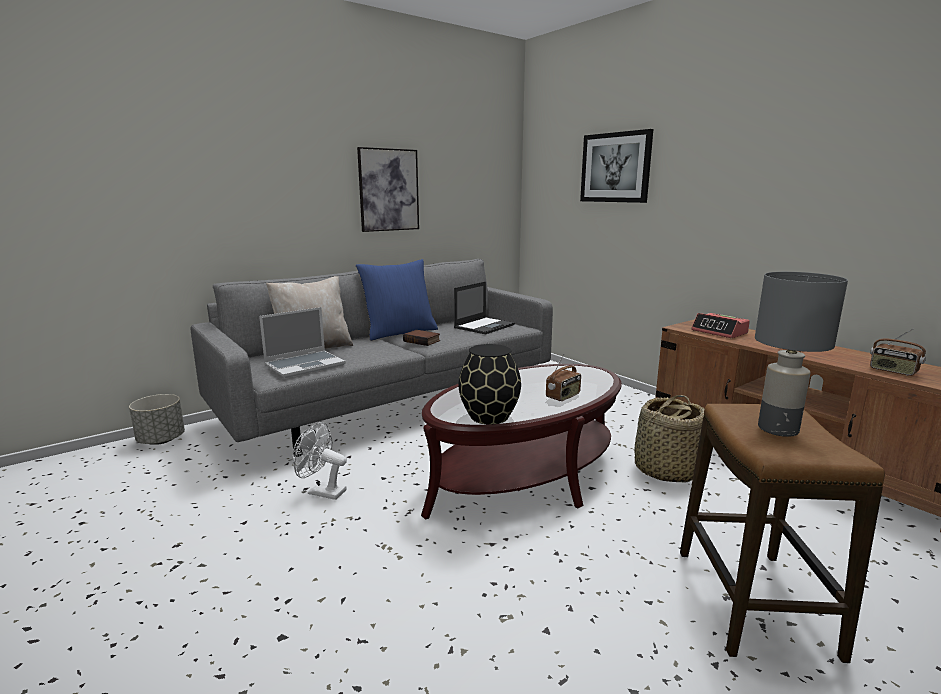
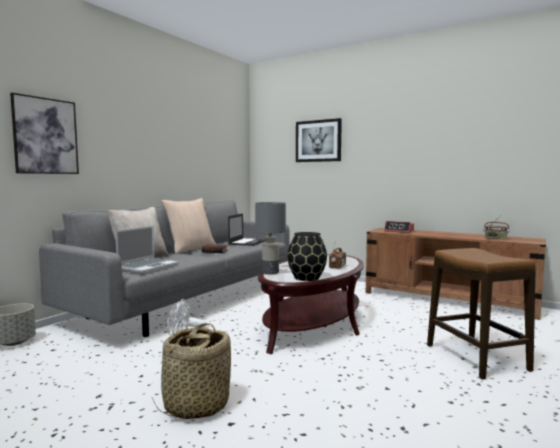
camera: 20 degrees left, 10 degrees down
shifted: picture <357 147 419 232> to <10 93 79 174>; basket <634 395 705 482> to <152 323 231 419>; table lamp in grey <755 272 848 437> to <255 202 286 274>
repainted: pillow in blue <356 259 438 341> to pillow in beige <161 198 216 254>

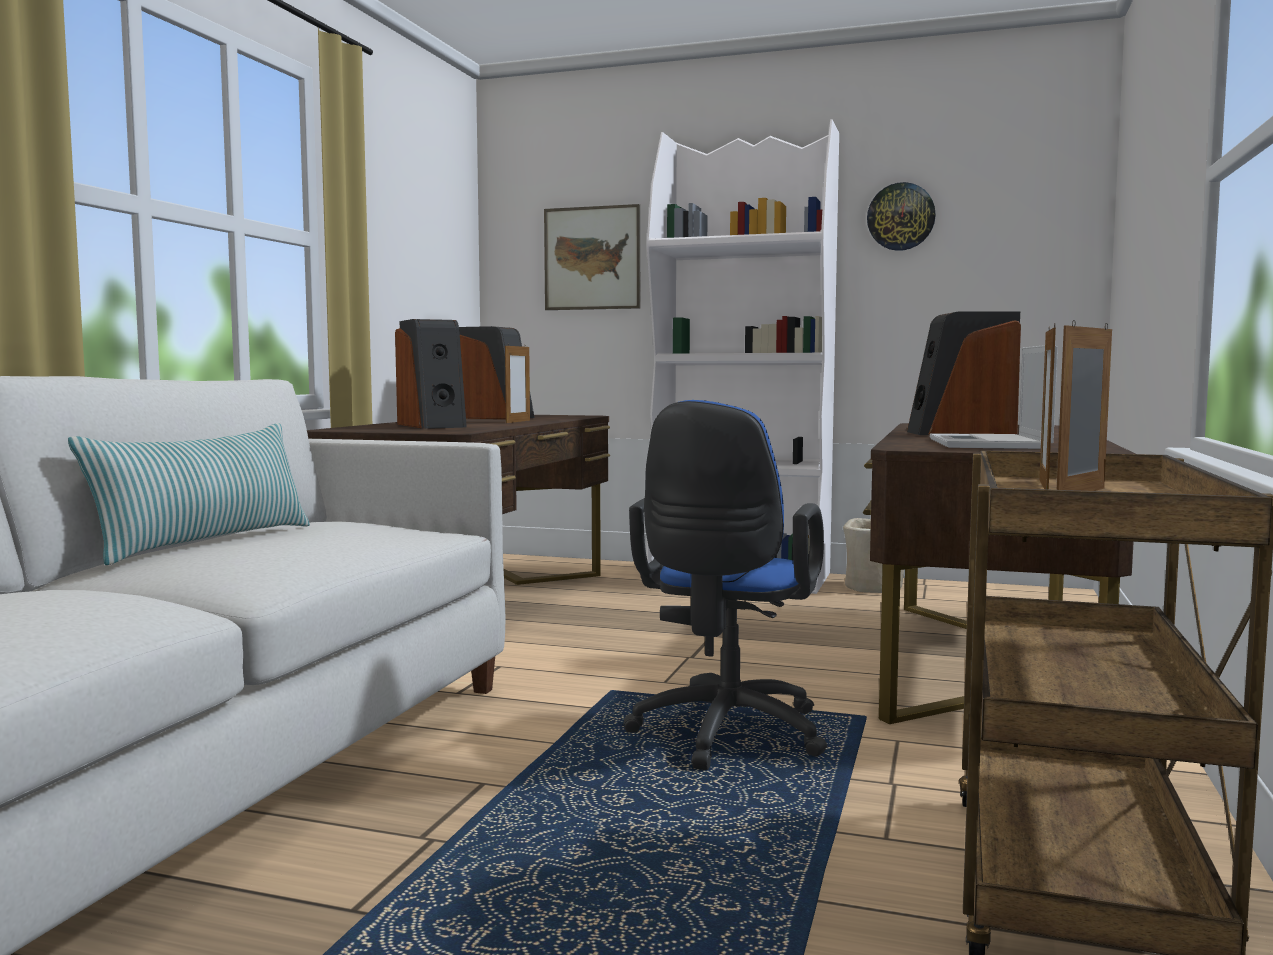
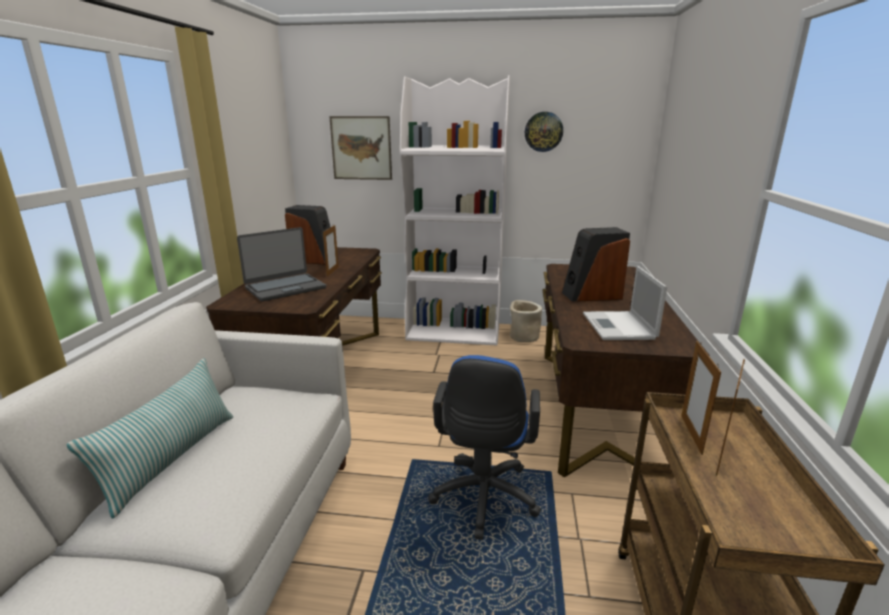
camera: 10 degrees left, 15 degrees up
swapped: speaker <395 319 467 429> to laptop <237 227 326 302>

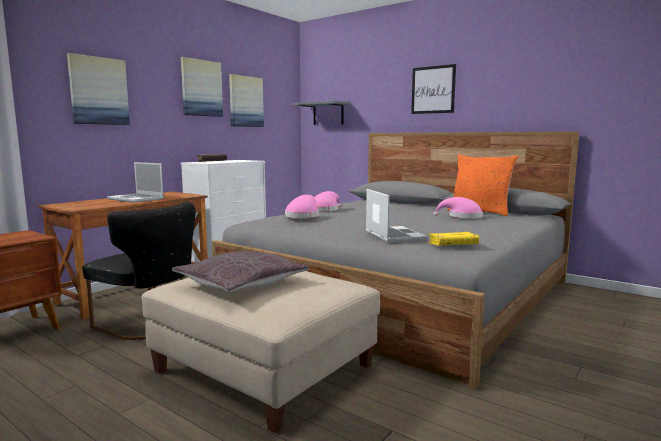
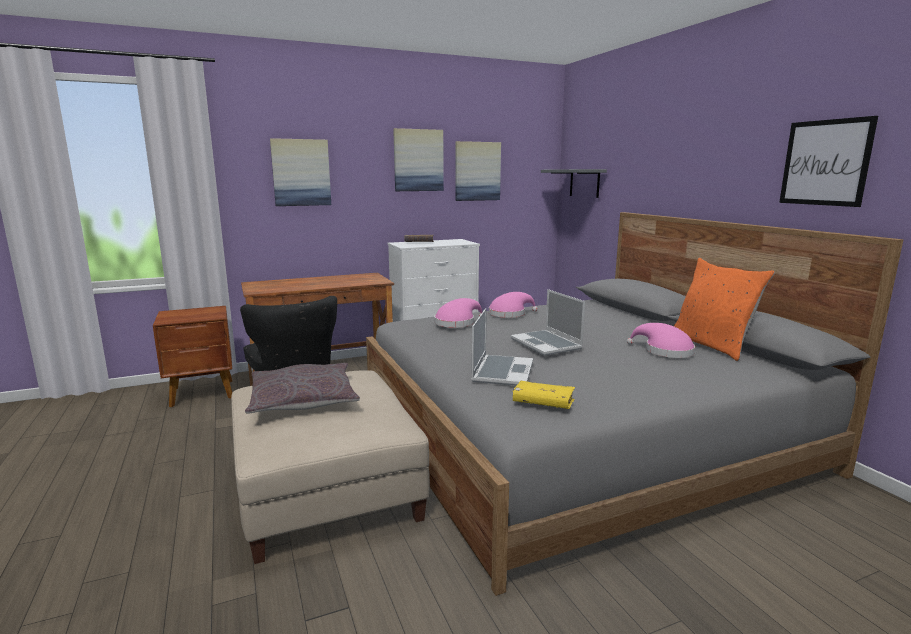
camera: 30 degrees right, 5 degrees up
shifted: laptop <107 162 164 203> to <511 289 585 355>; picture <411 64 456 114> to <779 116 878 207>

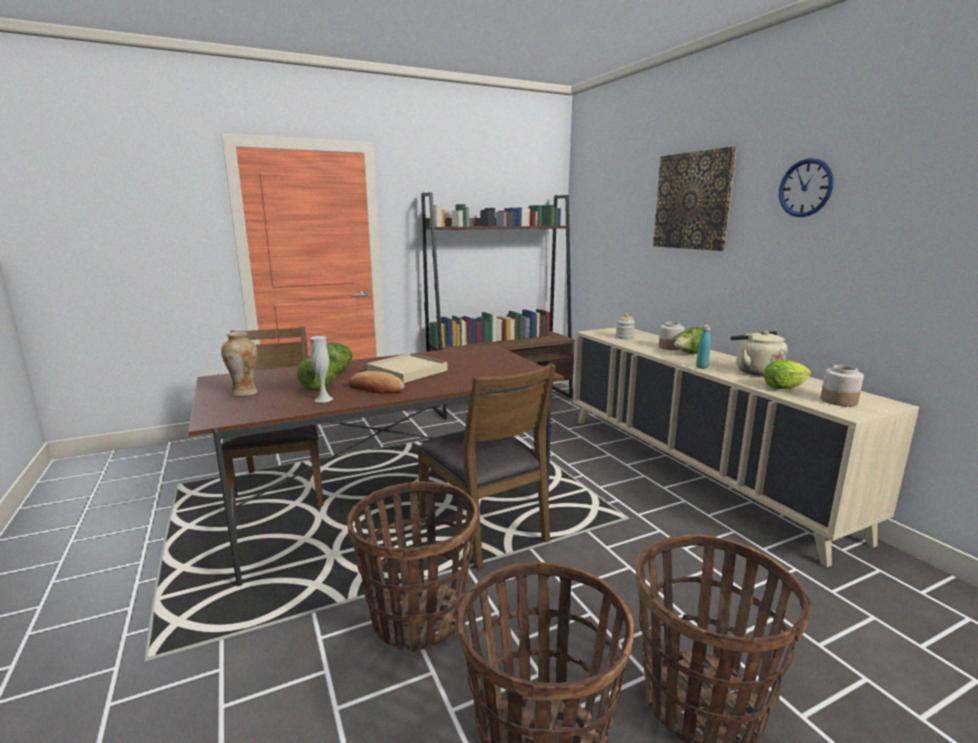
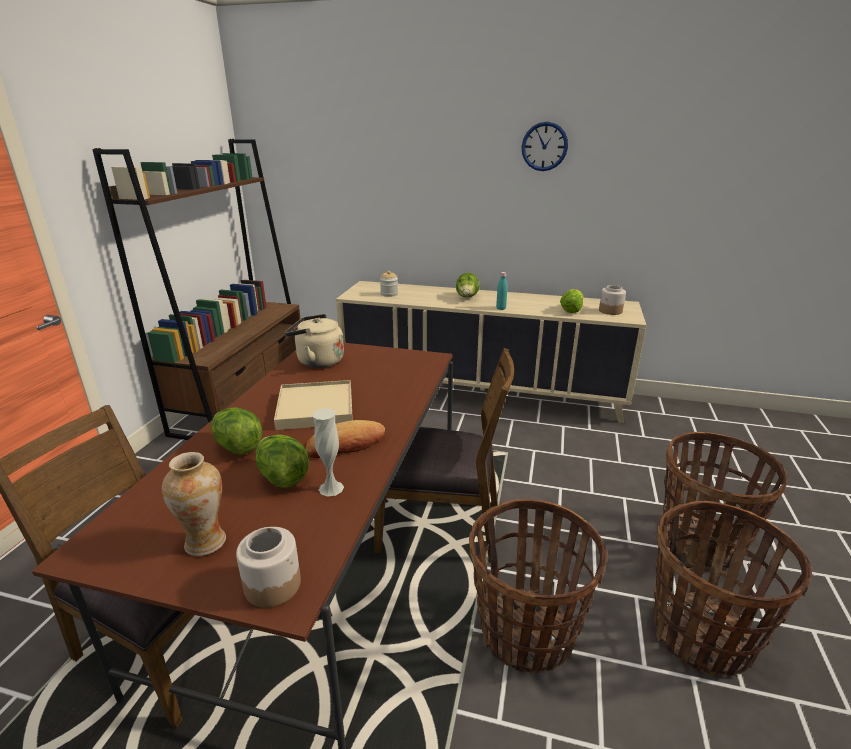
camera: 50 degrees left, 10 degrees up
gone: picture <653 147 737 251>
shifted: jar <659 322 684 350> to <236 527 301 608>; kettle in beige <730 331 788 376> to <285 314 344 368>

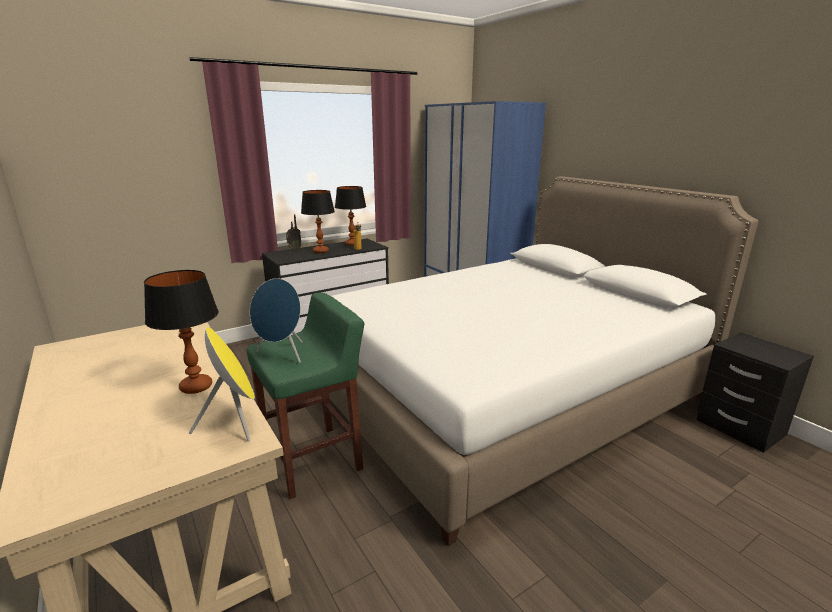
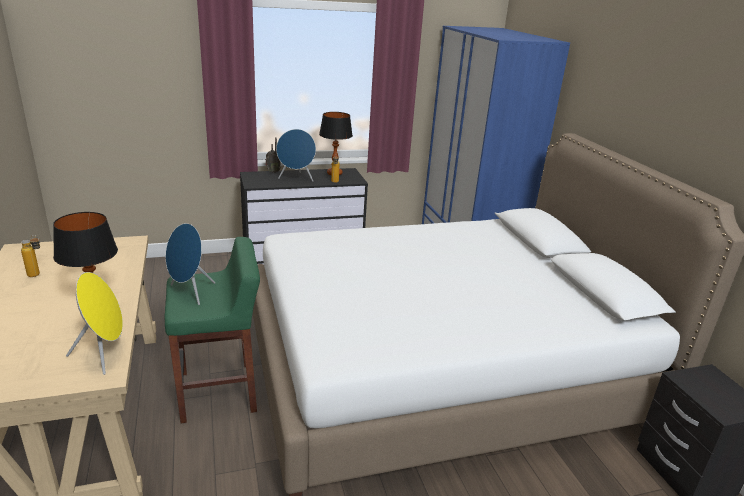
camera: 15 degrees right, 5 degrees up
new: bottle <21 235 40 277>
swapped: table lamp <301 190 335 253> to speaker in blue <276 129 316 182>

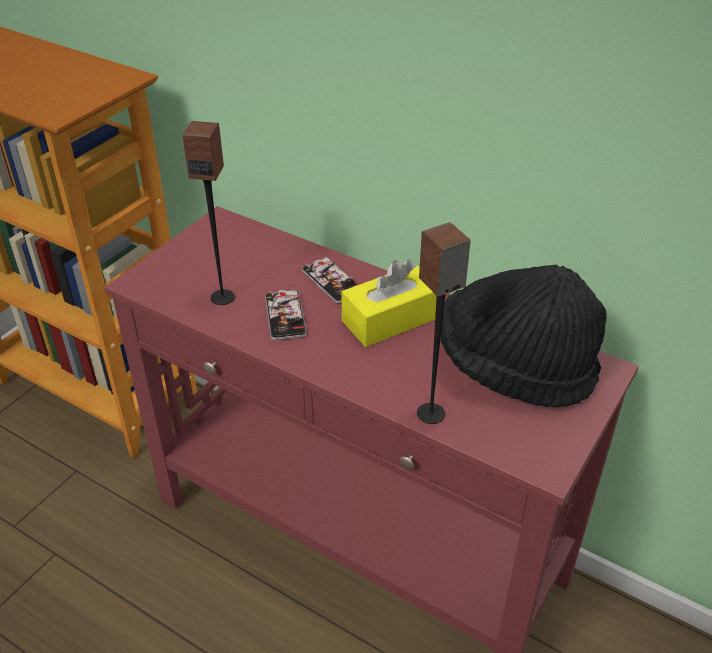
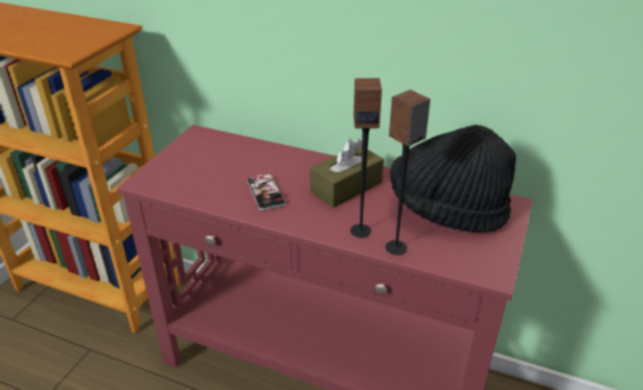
camera: 10 degrees left, 5 degrees down
gone: phone <302 257 359 303>
shifted: speaker <182 121 235 305> to <350 78 382 238>
repainted: tissue box in yellow <341 259 437 347> to tissue box in brown <310 138 384 208>

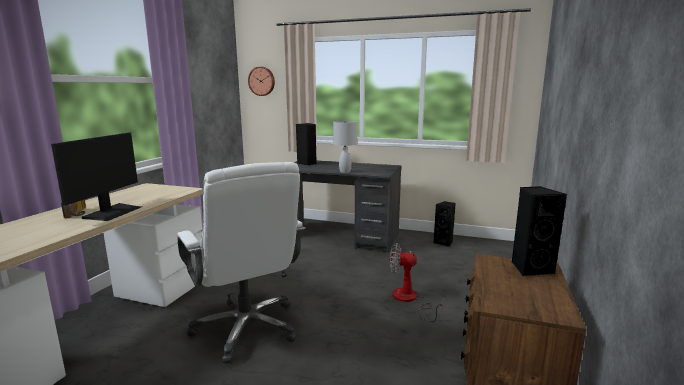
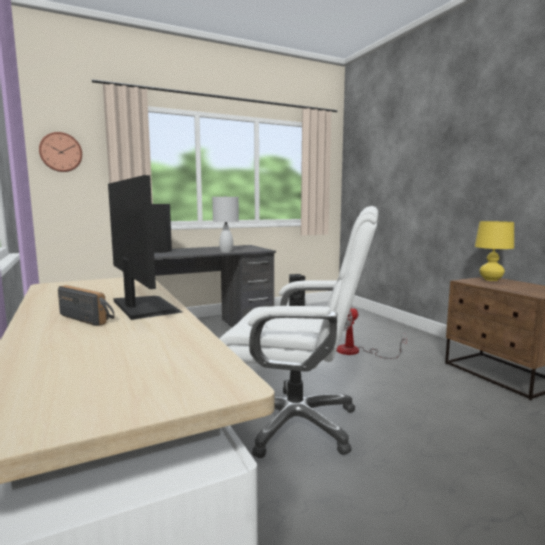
camera: 45 degrees left, 5 degrees down
swapped: speaker in black <512 186 567 276> to table lamp in yellow <475 221 514 281>

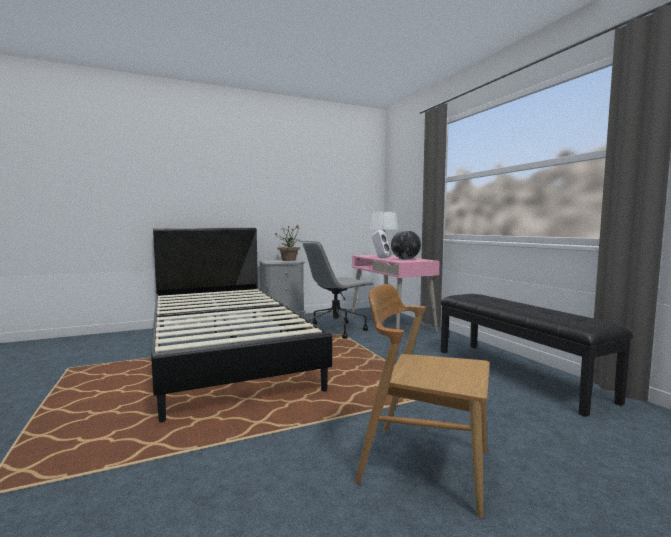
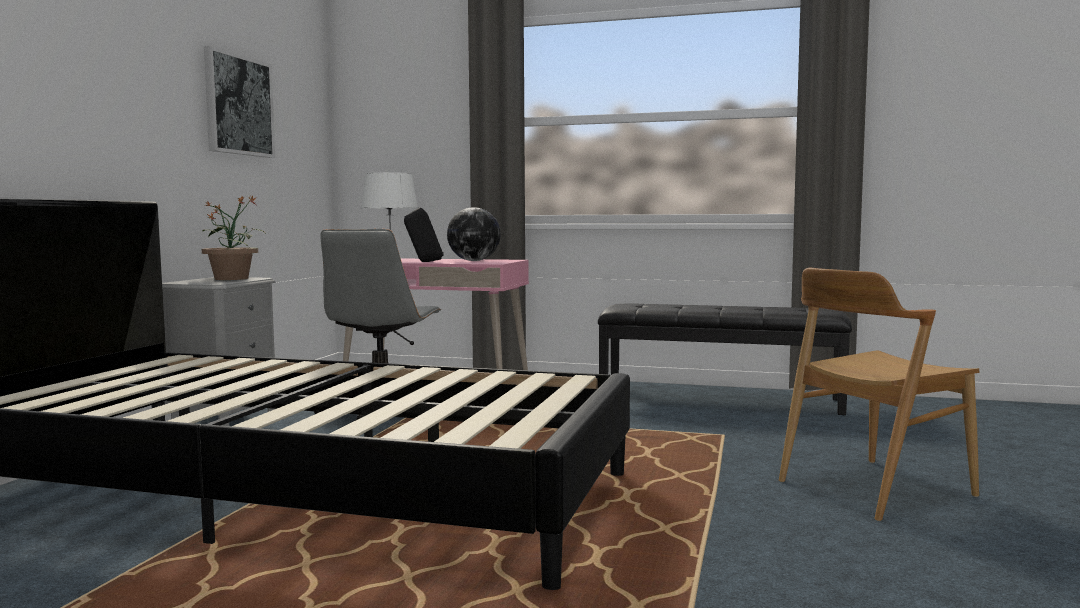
camera: 50 degrees left, 0 degrees up
new: picture <204 46 275 158>
repainted: speaker in white <372 230 391 258> to speaker in black <404 207 444 262>

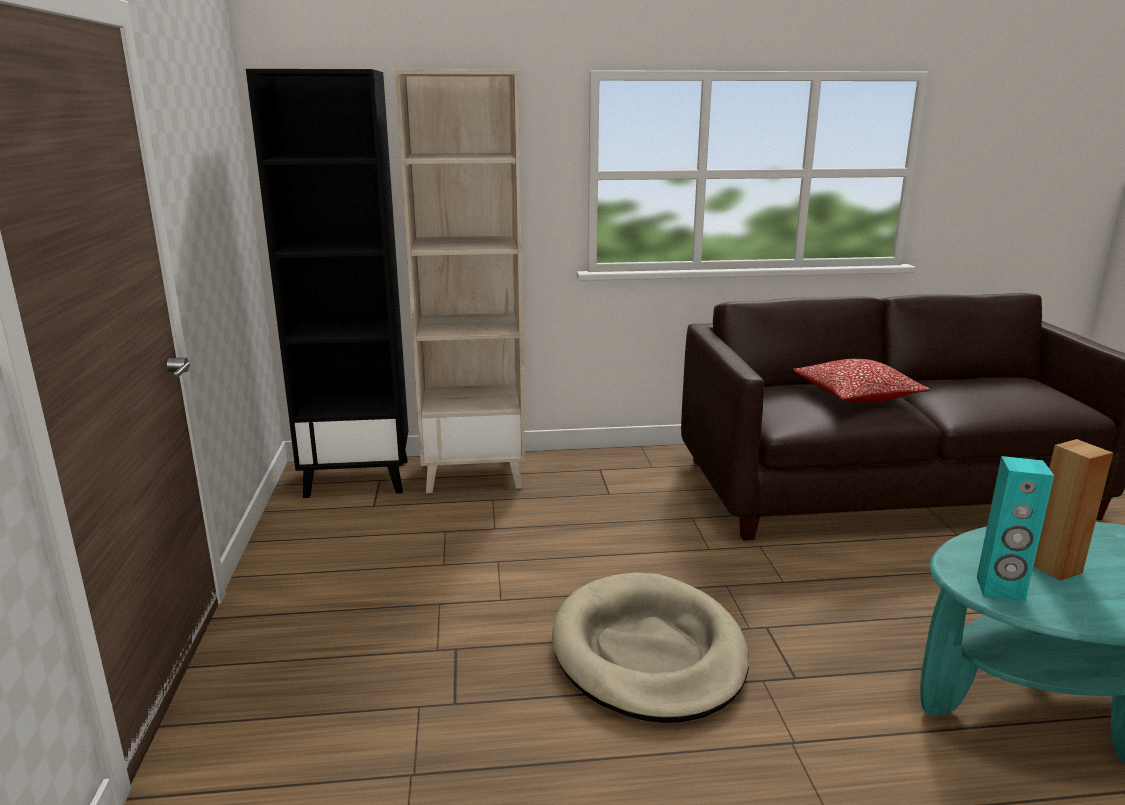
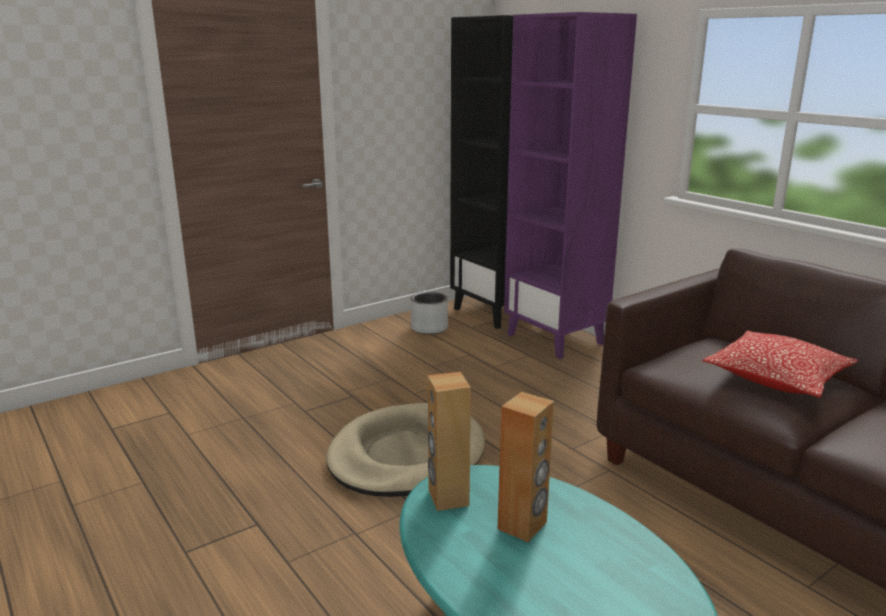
camera: 60 degrees right, 0 degrees up
new: planter in grey <411 292 448 334>
repainted: bookcase in beige <395 69 525 493> to bookcase in purple <504 12 637 359>; speaker in turquoise <977 456 1054 602> to speaker in brown <428 372 471 511>

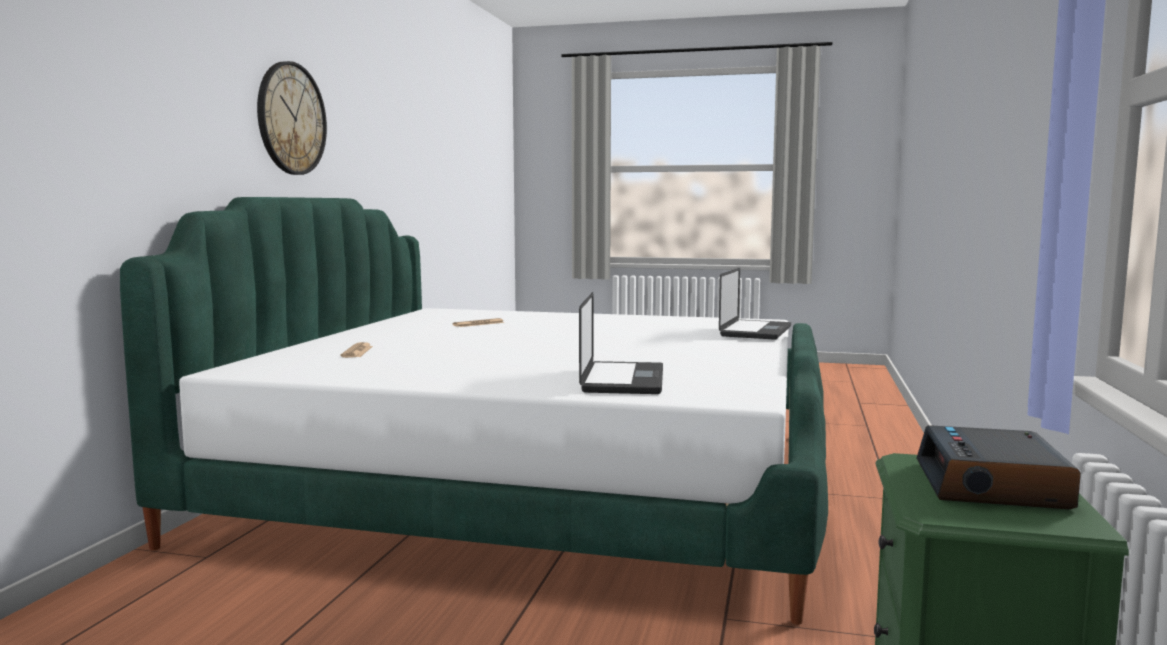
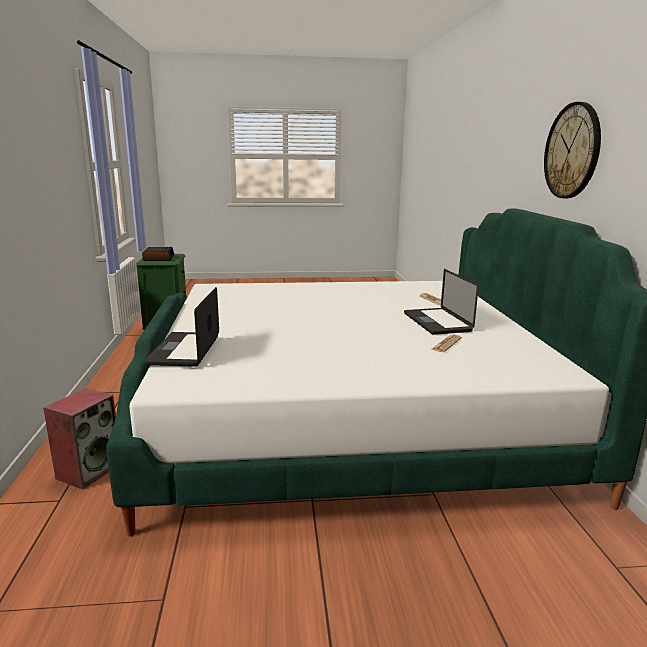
camera: 160 degrees right, 10 degrees up
new: speaker <43 388 116 489>
shifted: laptop <579 292 663 394> to <404 269 479 335>

